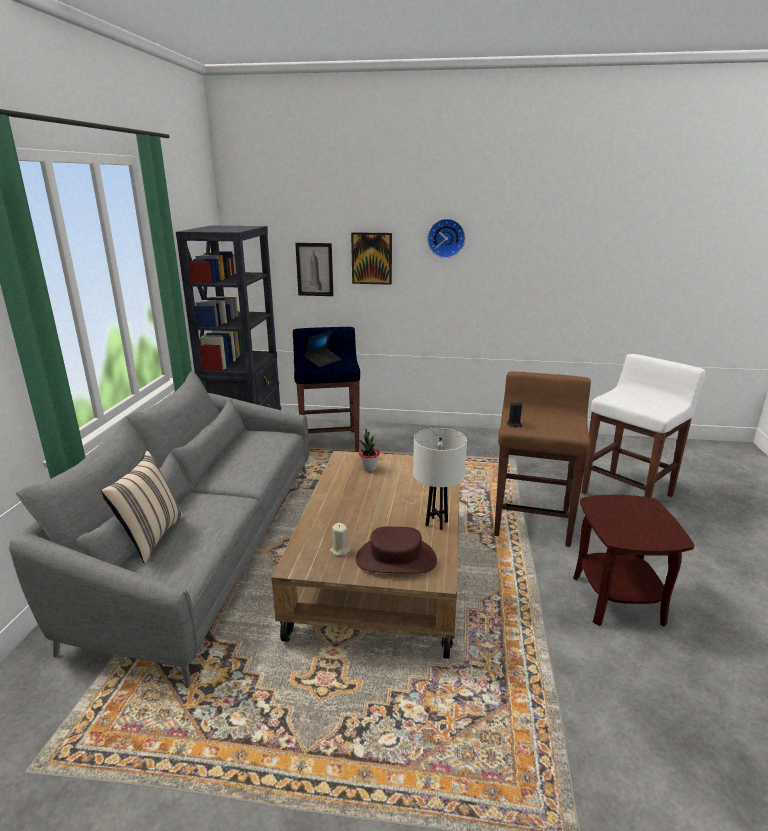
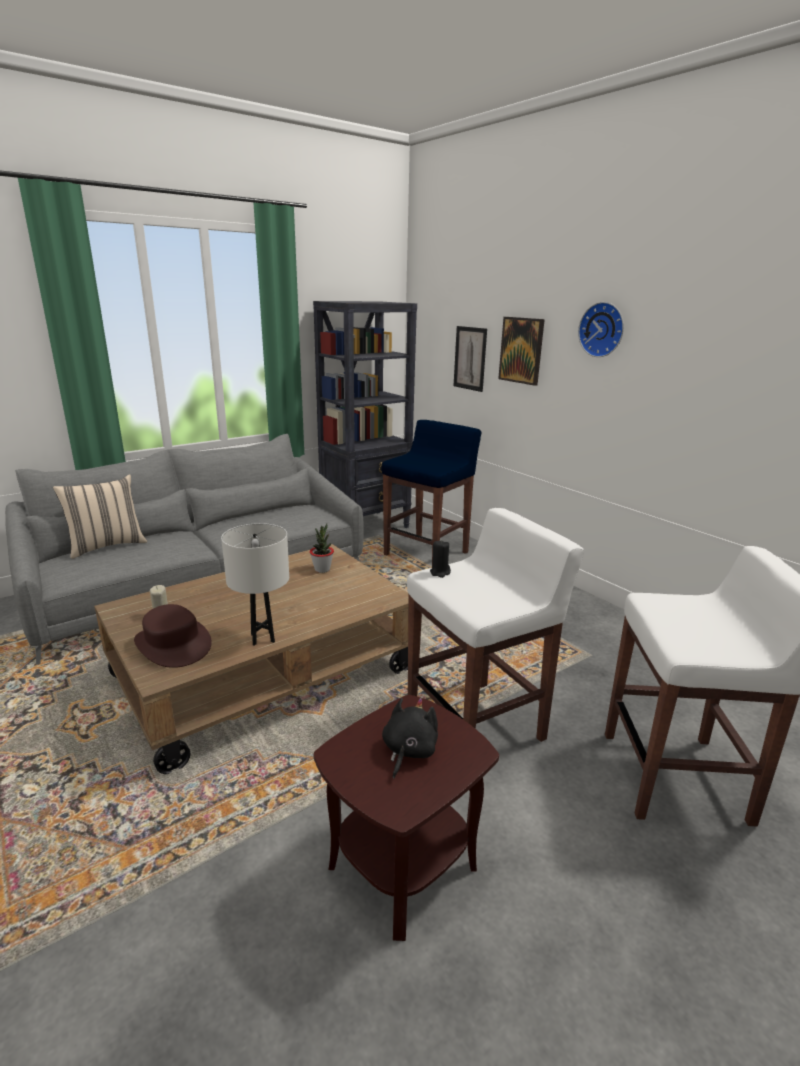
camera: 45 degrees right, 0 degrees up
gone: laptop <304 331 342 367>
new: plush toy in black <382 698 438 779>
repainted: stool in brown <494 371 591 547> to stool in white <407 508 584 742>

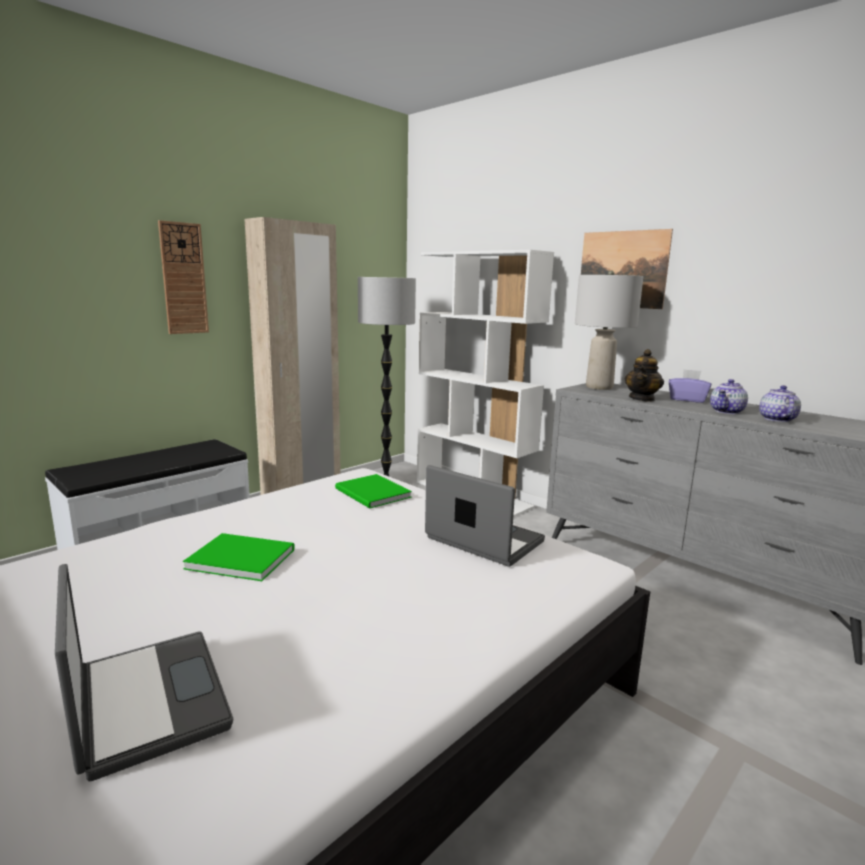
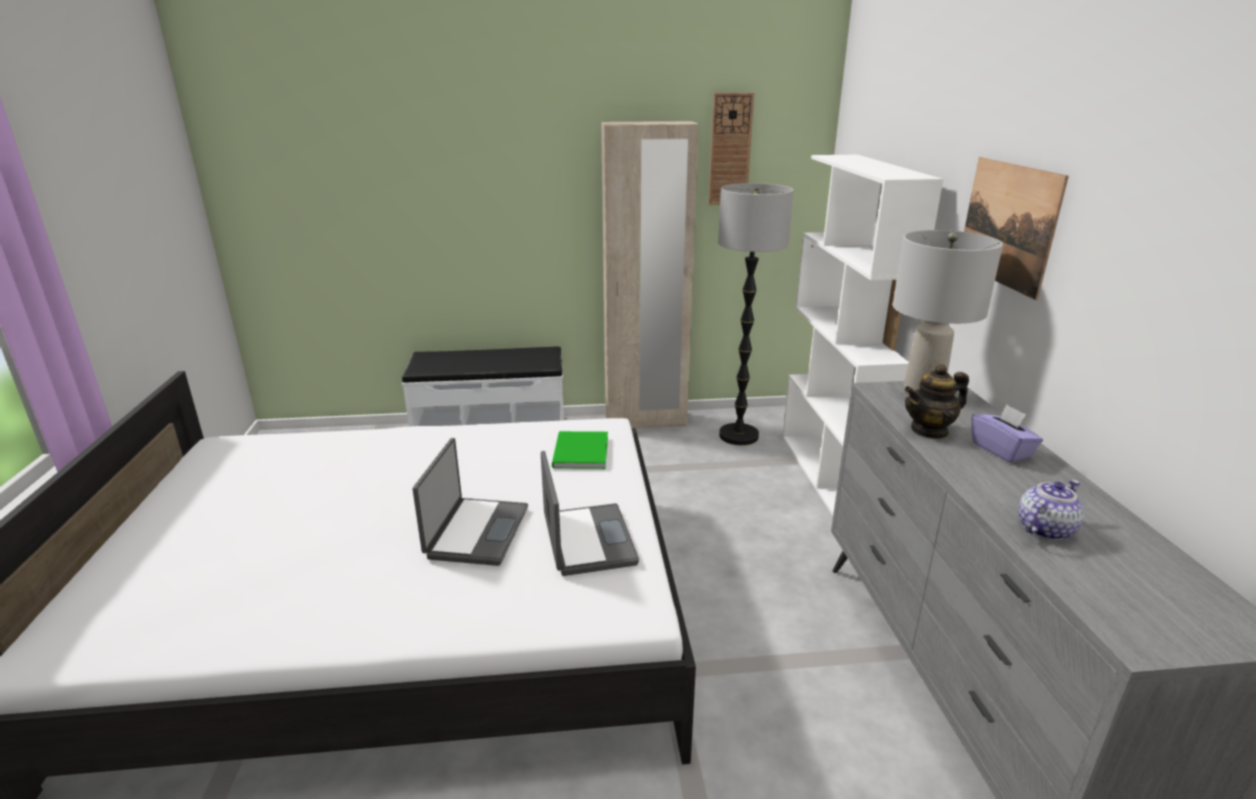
camera: 40 degrees right, 10 degrees up
gone: book in green <183 533 295 581>; teapot <710 379 748 414>
shifted: laptop <55 564 233 782> to <413 438 528 566>; wall clock <158 220 209 334> to <709 93 754 205>

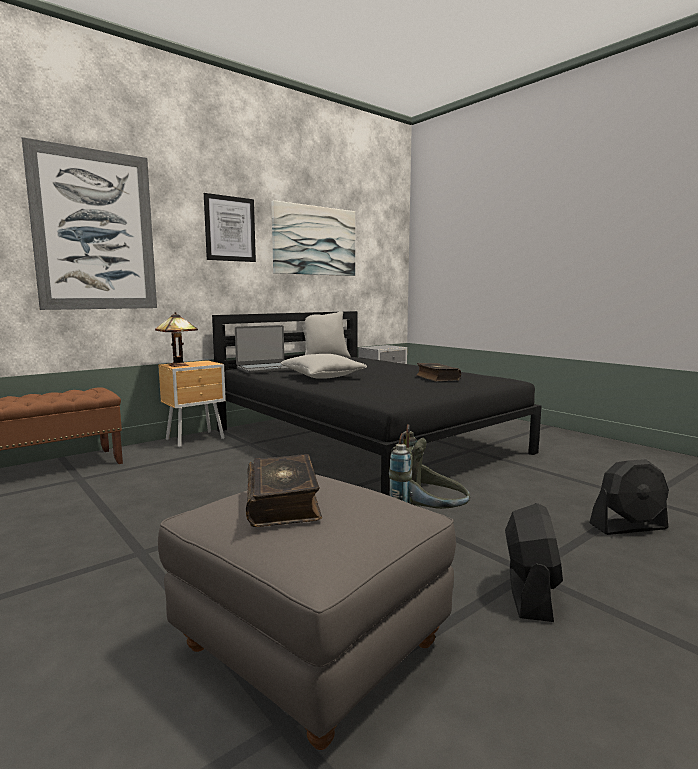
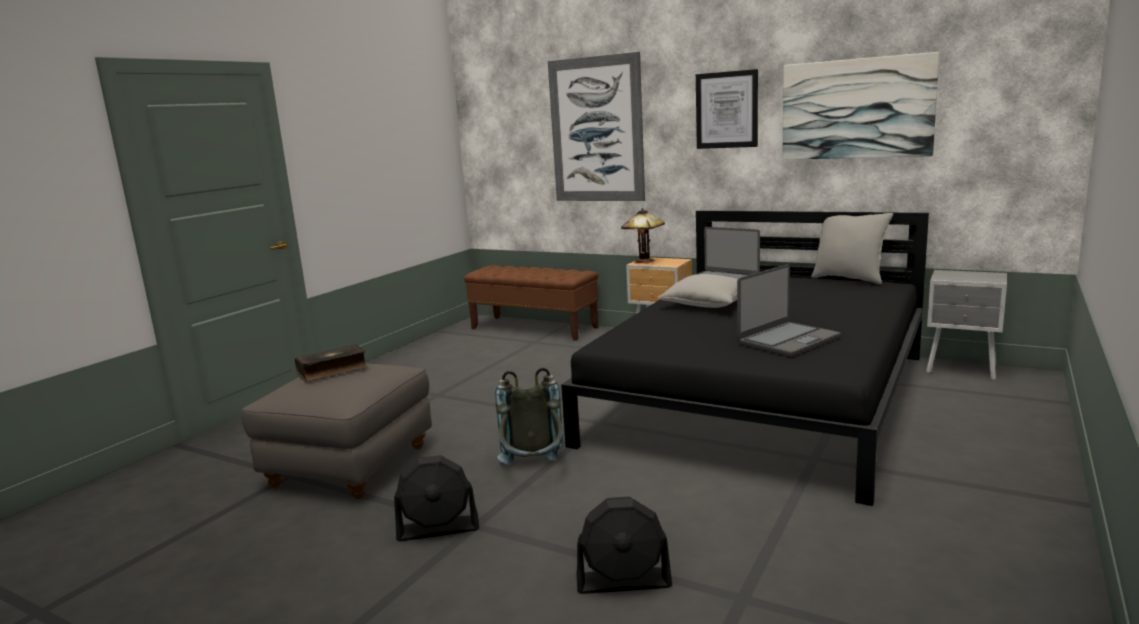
camera: 70 degrees right, 5 degrees up
swapped: book <416 363 461 381> to laptop <737 264 841 357>
rotated: fan in black <590 459 669 535> = <576 497 672 594> 60 degrees counterclockwise

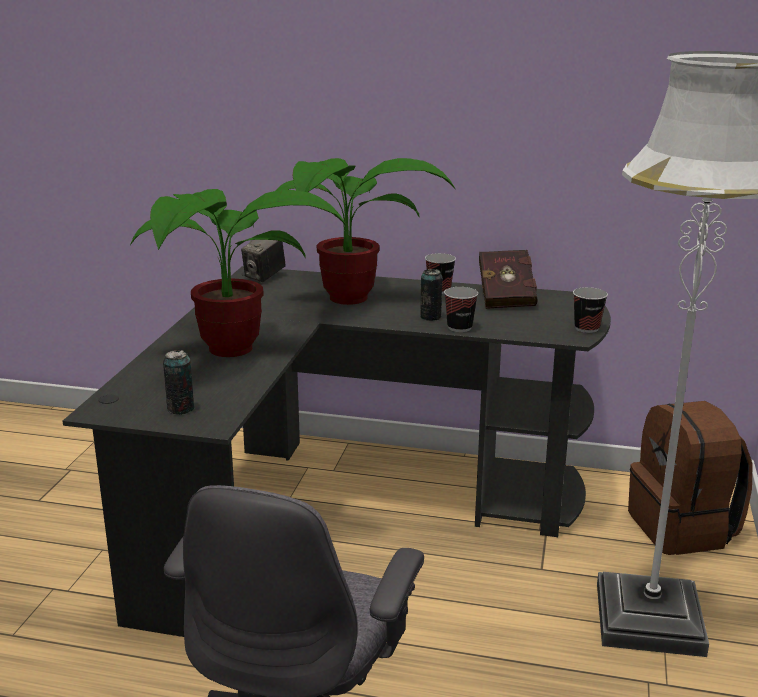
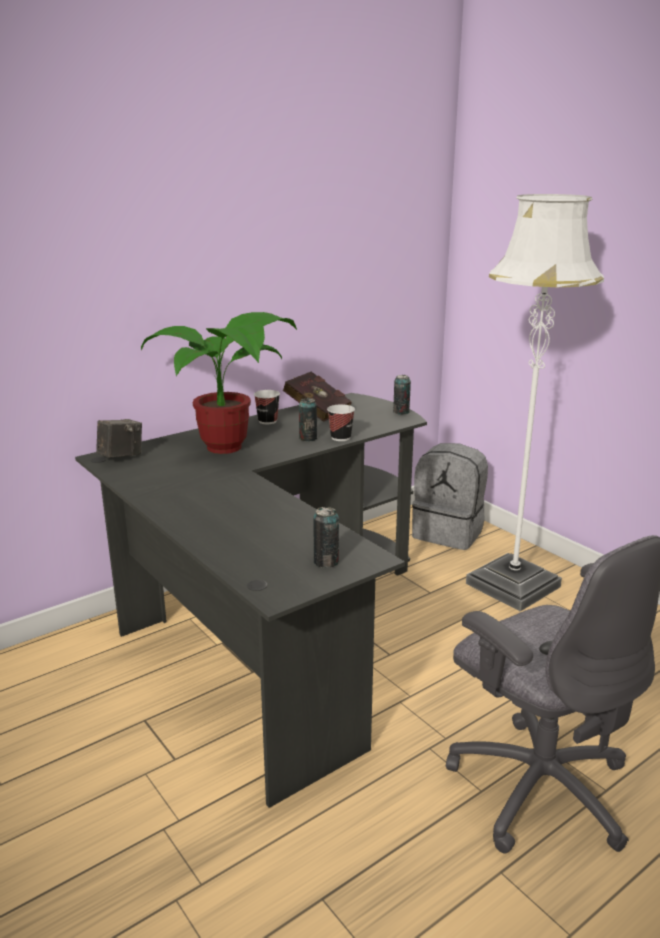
camera: 50 degrees left, 0 degrees up
gone: potted plant <130 189 346 357>
swapped: cup <573 287 608 333> to can <393 375 411 415>
repainted: backpack in brown <628 401 753 555> to backpack in grey <412 443 488 550>
rotated: photo camera <241 240 286 282> = <96 419 142 458> 120 degrees counterclockwise

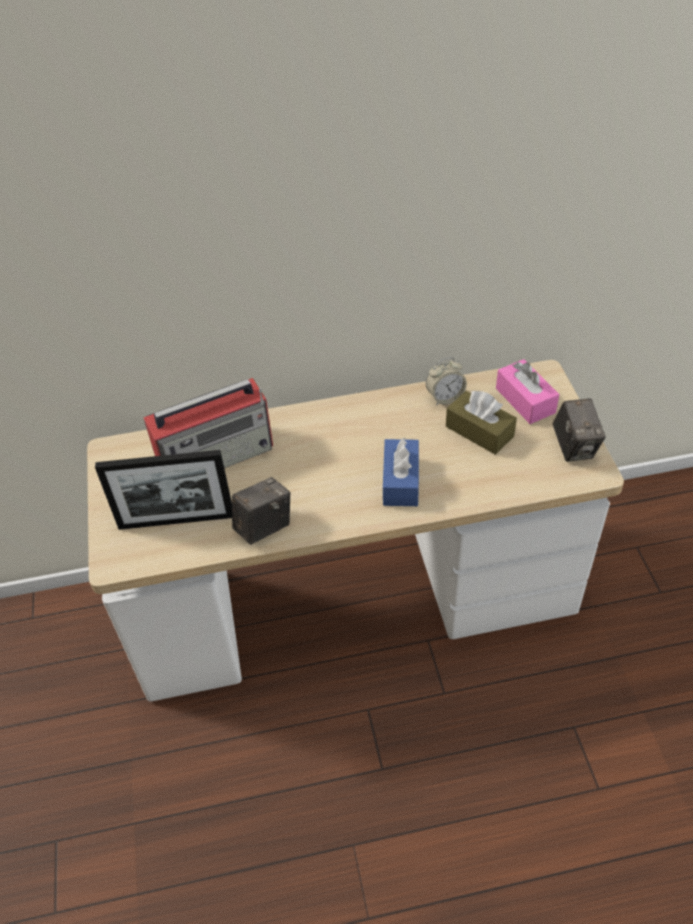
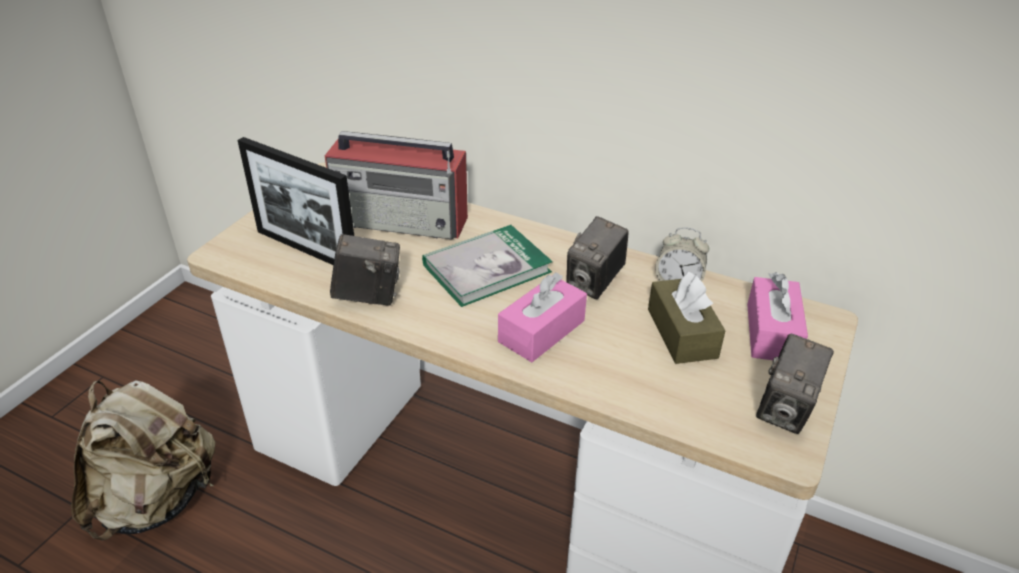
camera: 35 degrees right, 10 degrees down
new: backpack in beige <71 380 216 541>; book <422 225 553 307>; photo camera <566 216 628 299>
repainted: tissue box in blue <383 438 419 506> to tissue box in pink <498 272 587 362>

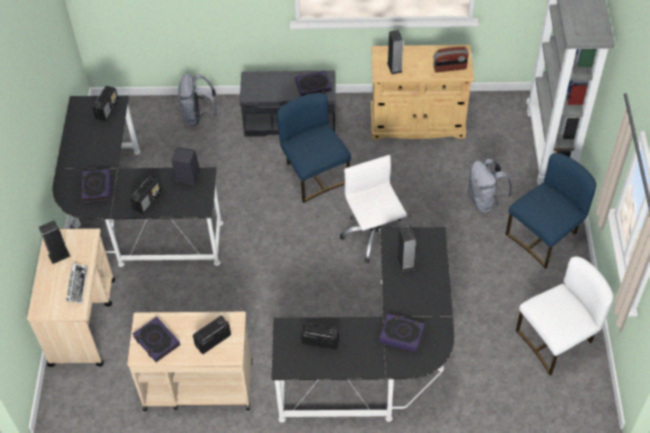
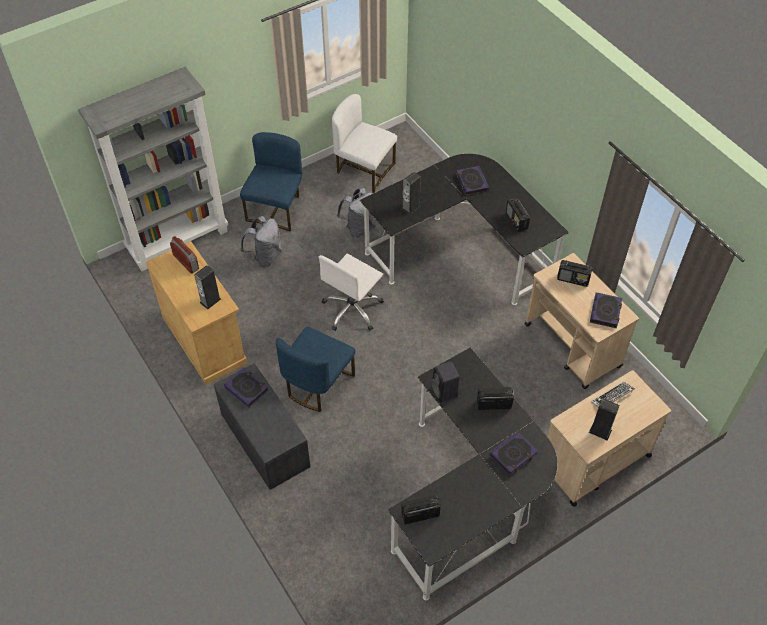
camera: 125 degrees left, 0 degrees up
shifted: backpack in grey <178 73 217 126> to <337 188 376 238>
rotated: chair in blue <506 153 596 269> = <240 132 302 232> 90 degrees clockwise

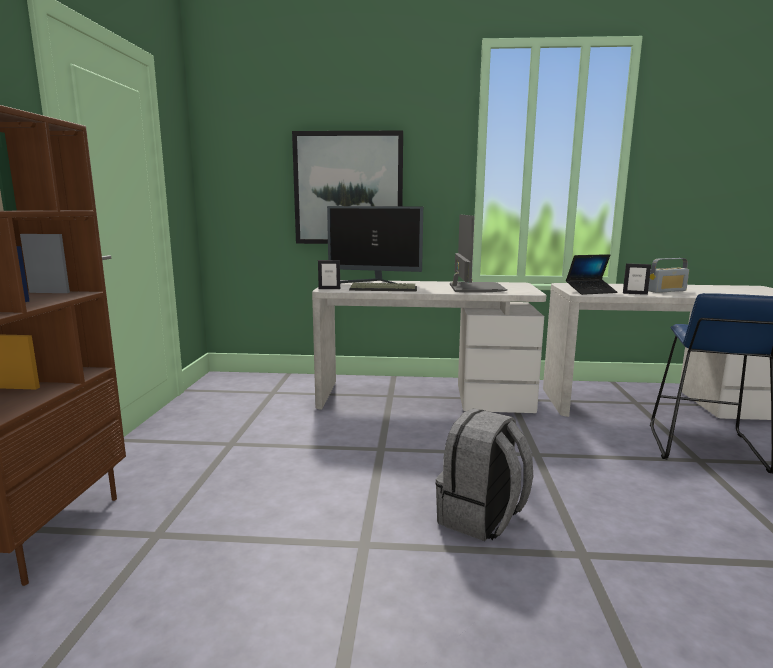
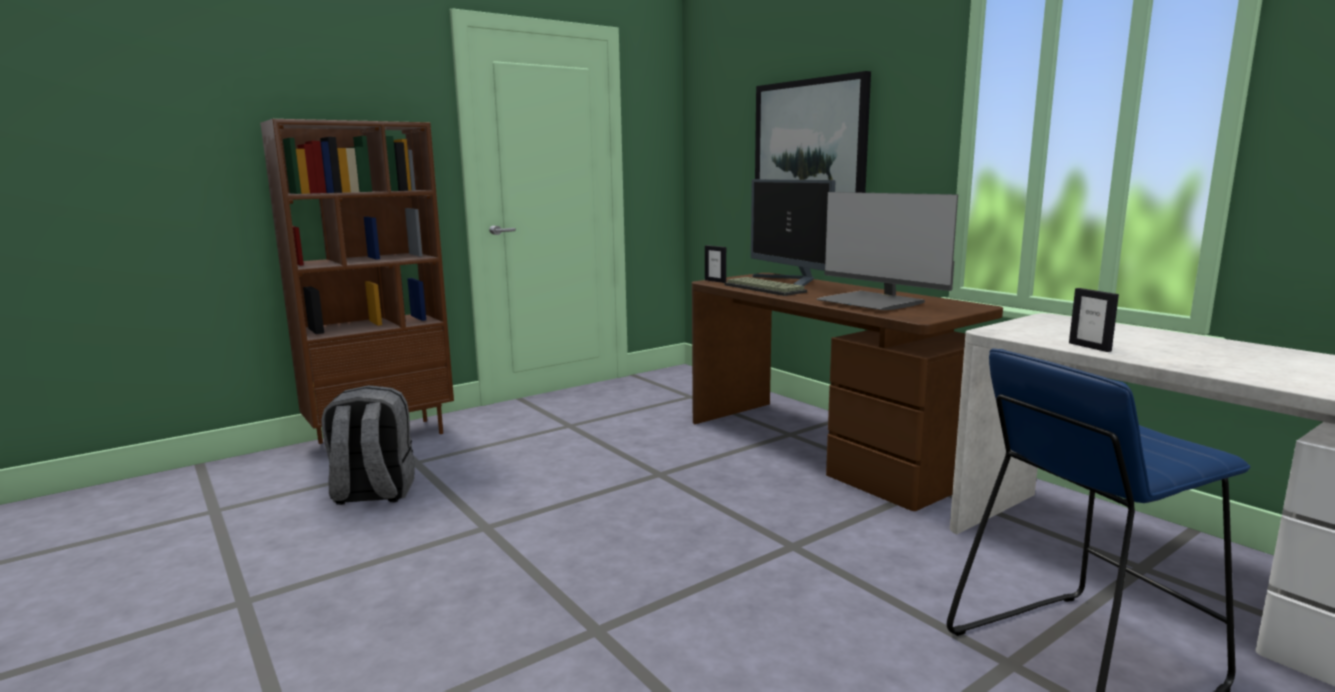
camera: 50 degrees right, 0 degrees up
gone: laptop <566 254 618 295>; radio <648 258 689 293>
shifted: backpack in grey <435 408 533 541> to <321 385 415 505>
repainted: desk in white <312 280 546 413> to desk in brown <692 273 1003 511>
rotated: monitor <450 214 507 293> = <817 192 958 310> 90 degrees clockwise

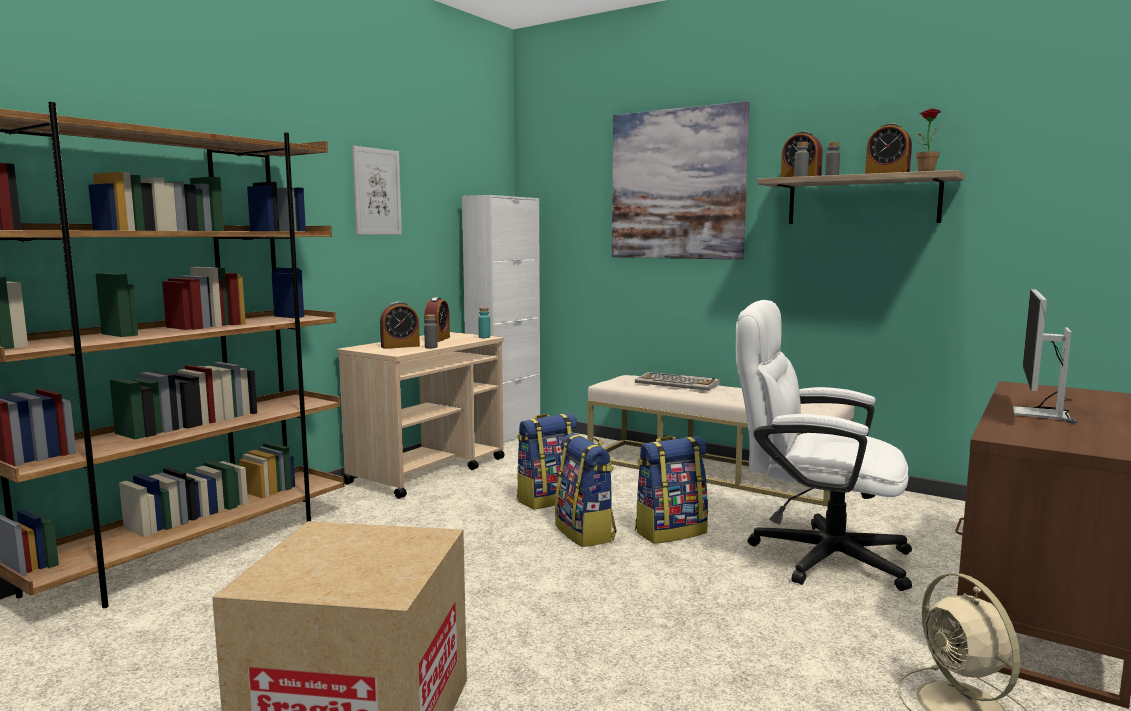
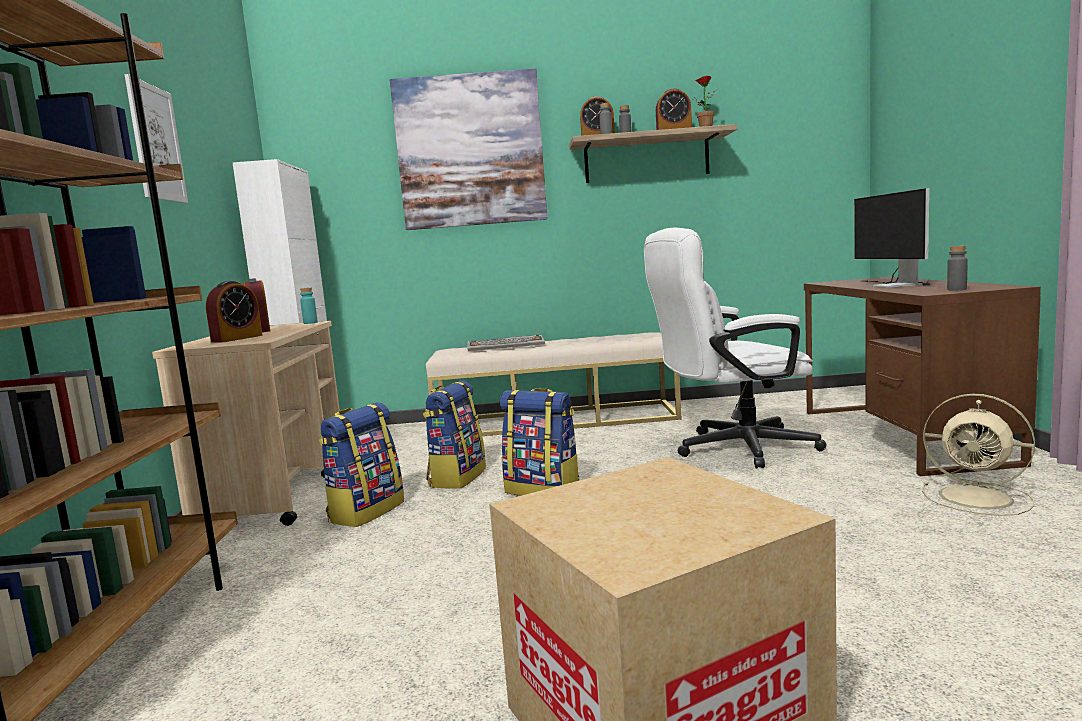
camera: 35 degrees left, 0 degrees up
shifted: bottle in grey <424 315 438 348> to <947 245 968 290>; backpack <635 436 708 544> to <319 402 404 527>

